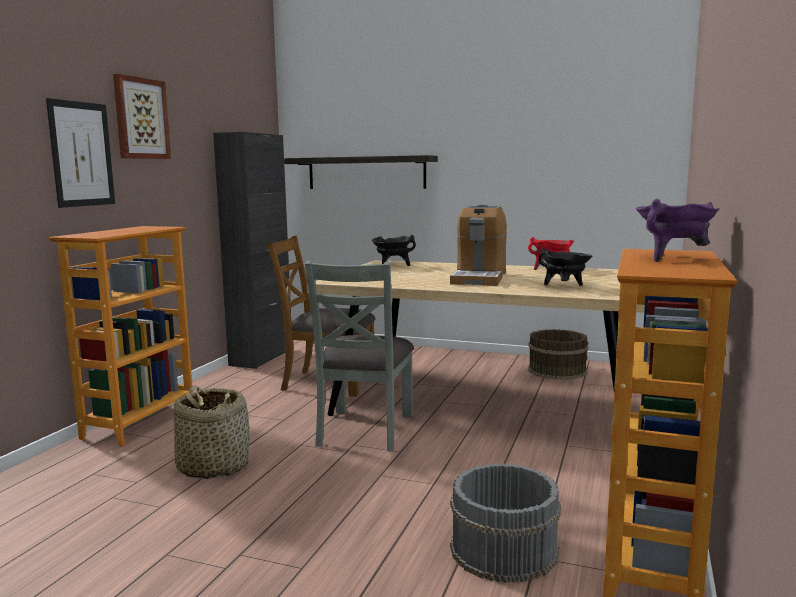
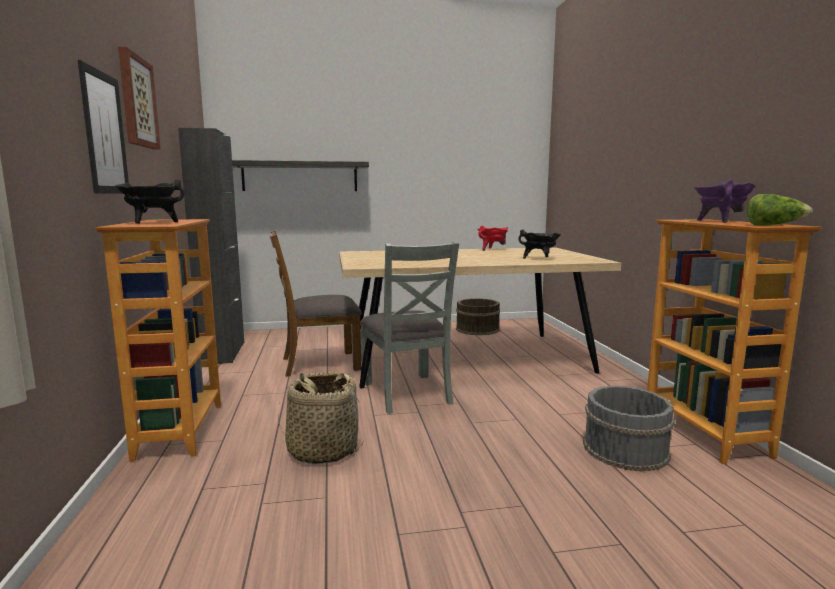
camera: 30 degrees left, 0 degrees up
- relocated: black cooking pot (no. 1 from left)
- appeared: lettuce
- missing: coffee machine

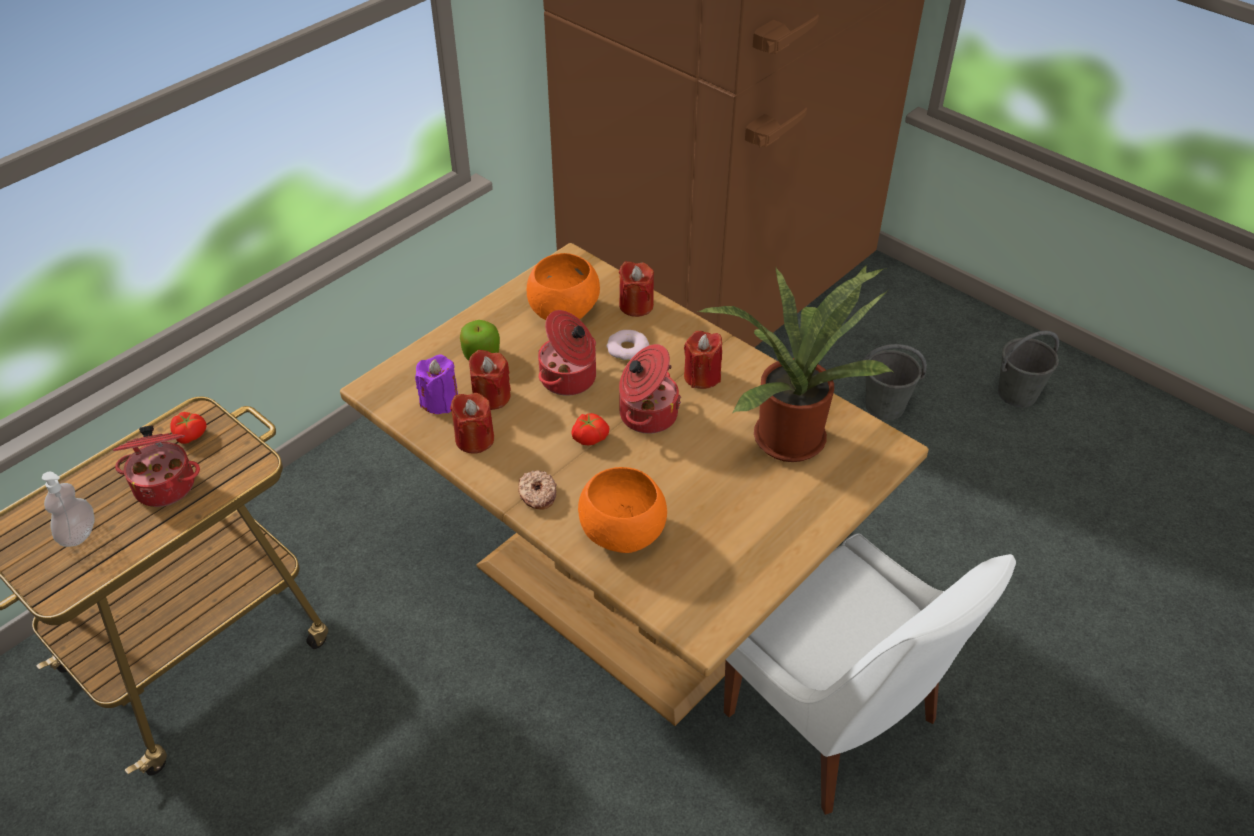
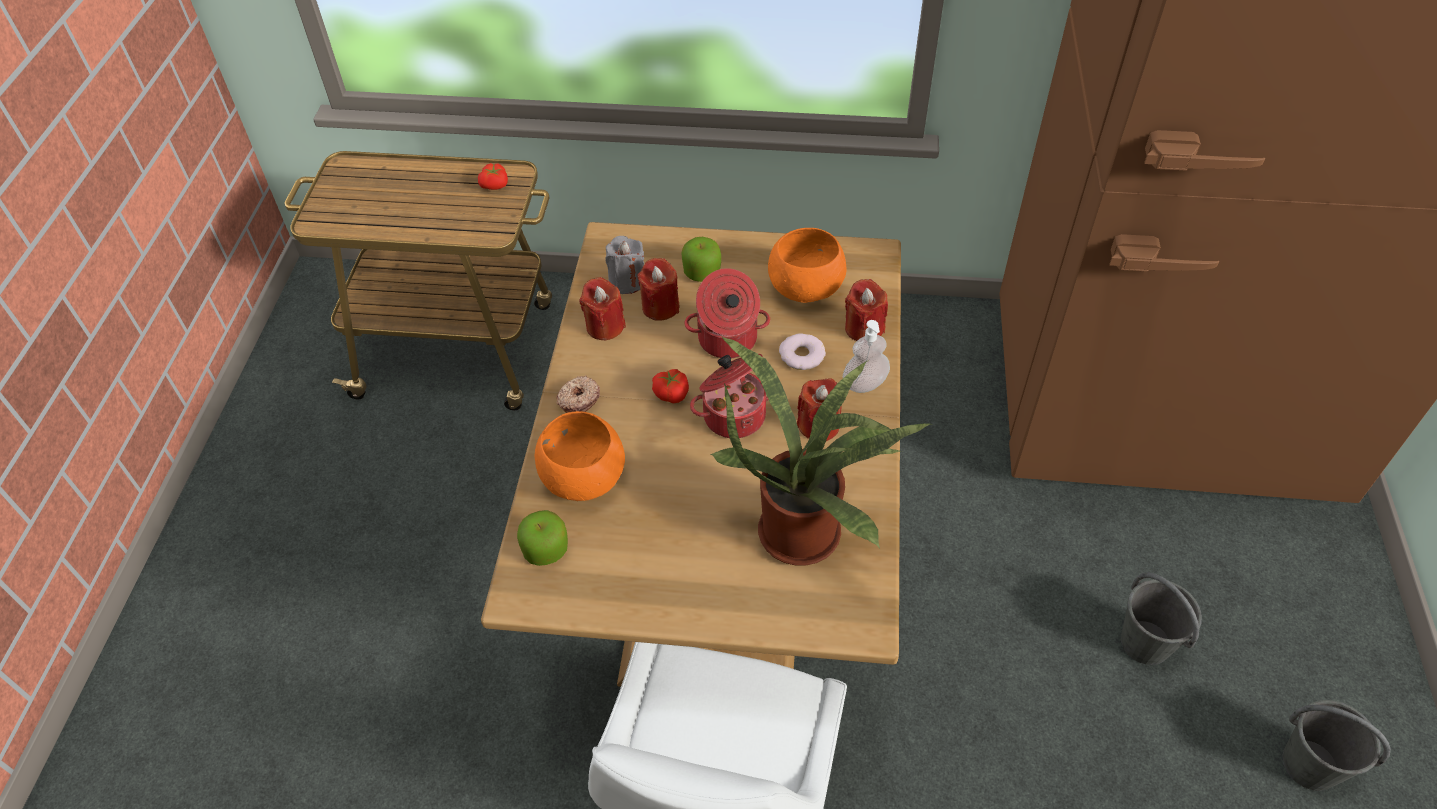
camera: 55 degrees right, 5 degrees up
- appeared: apple (no. 1 from left)
- colour: purple candle to grey candle
- relocated: soap dispenser
- missing: cooking pot (no. 1 from left)

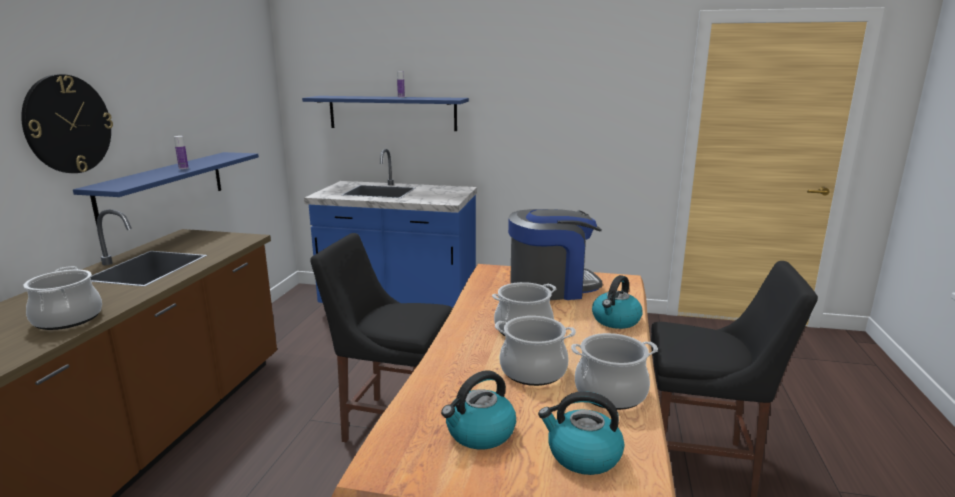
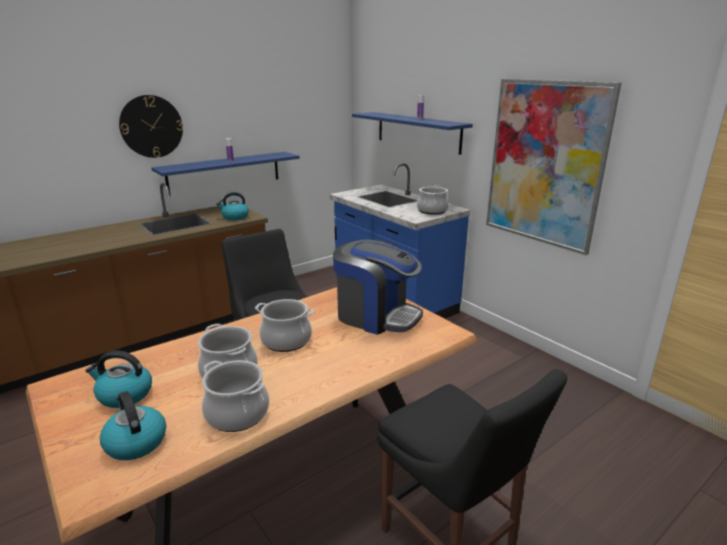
camera: 40 degrees right, 5 degrees up
- relocated: kettle (no. 3 from left)
- relocated: cooking pot (no. 1 from left in the first image) to cooking pot (no. 4 from left)
- appeared: picture

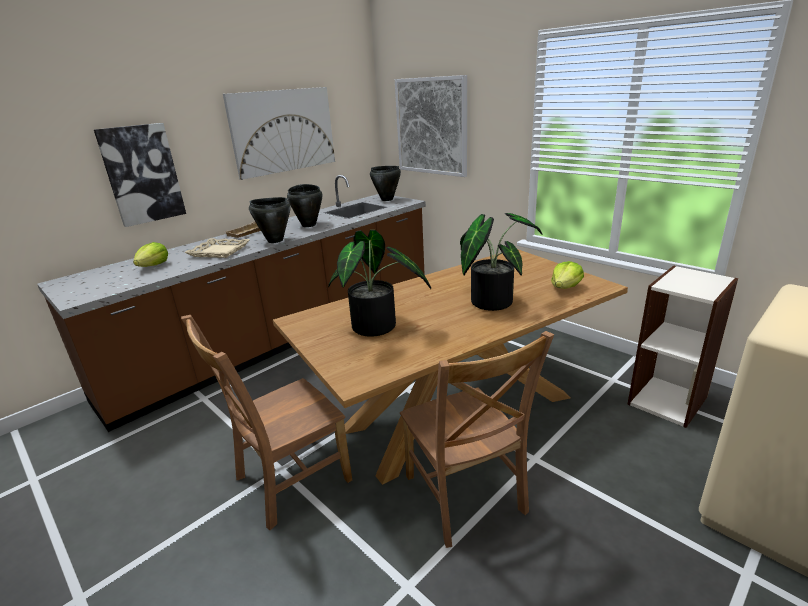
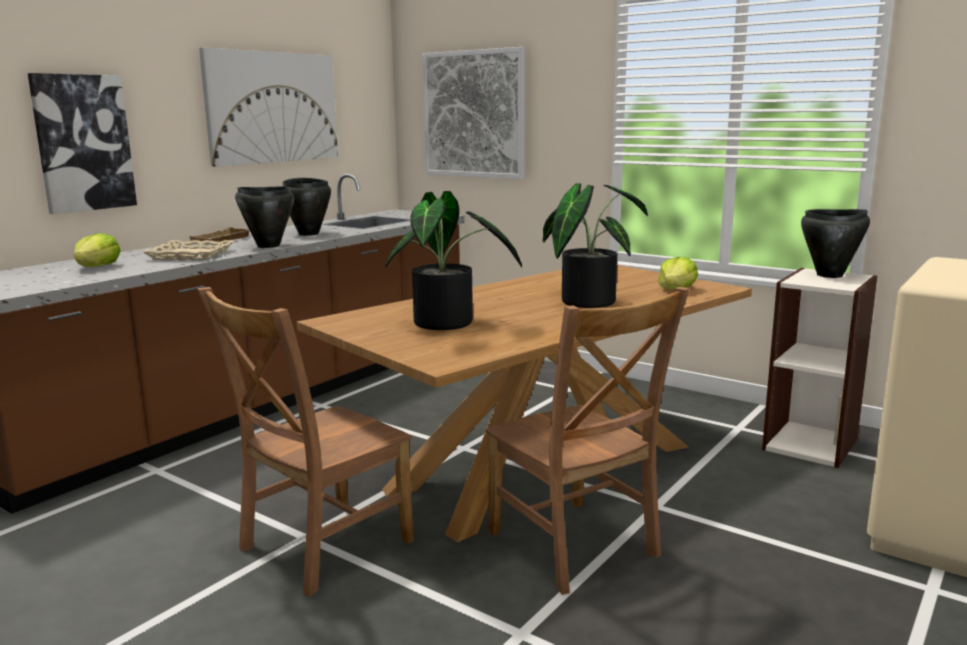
camera: 10 degrees left, 10 degrees down
- relocated: black cooking pot (no. 3 from left)

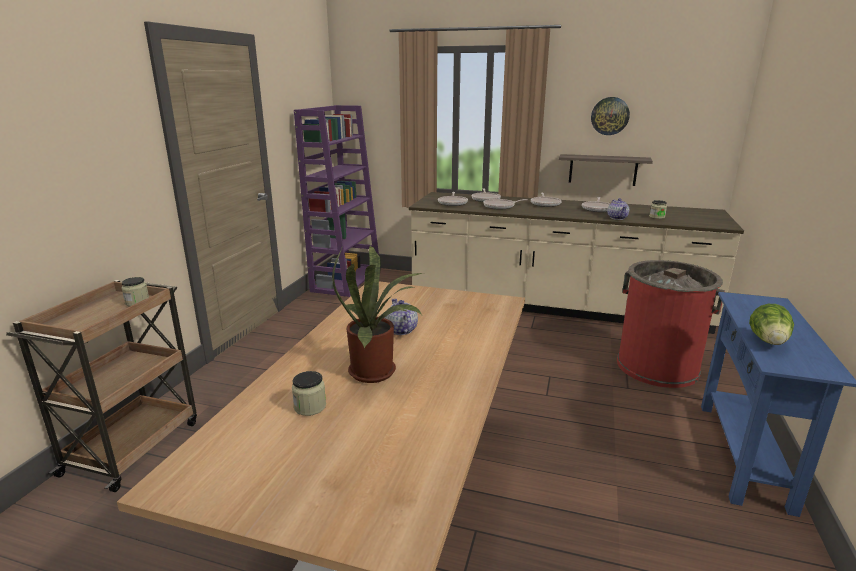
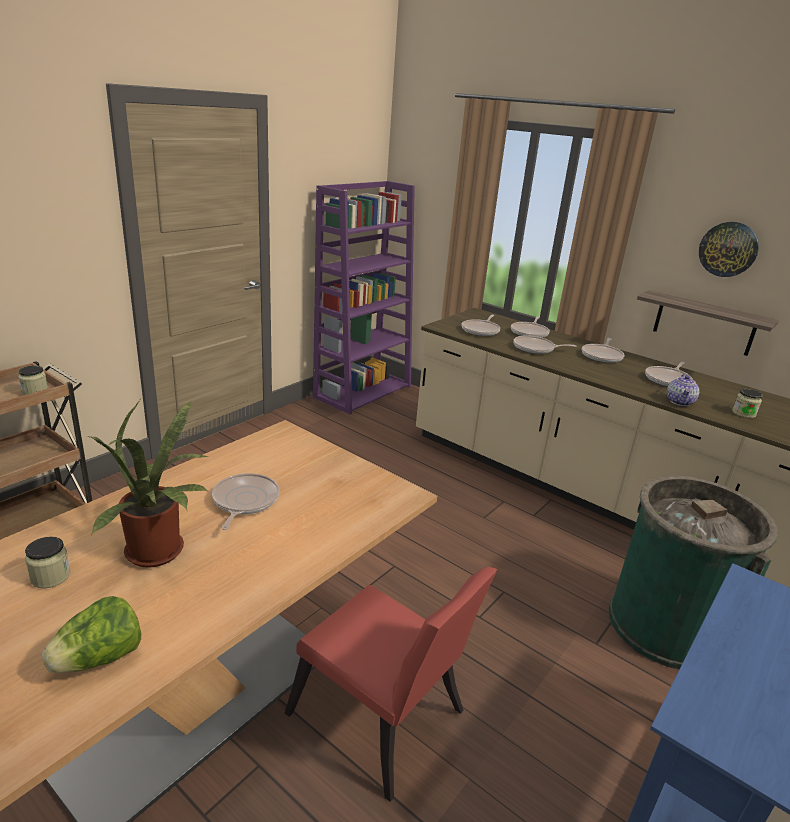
camera: 20 degrees right, 5 degrees up
- relocated: lettuce
- exchanged: teapot (no. 1 from left) to frying pan (no. 1 from left)
- appeared: red chair
- colour: red trash can to green trash can

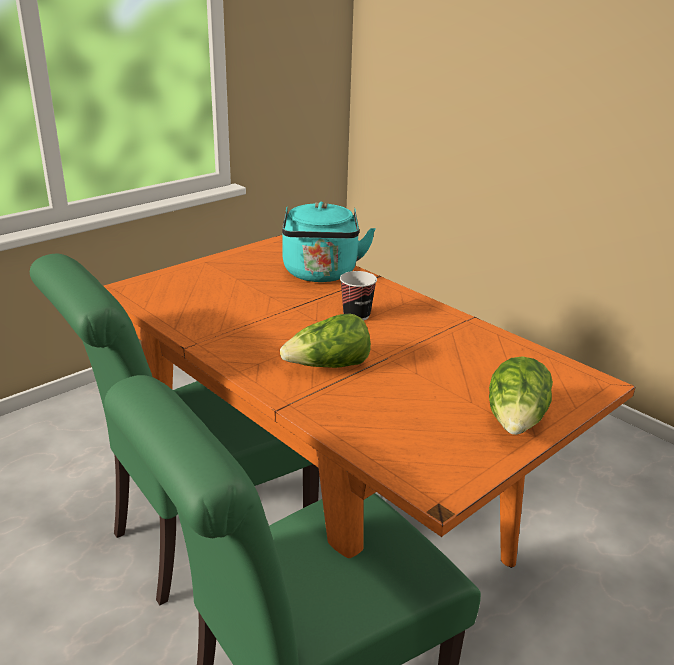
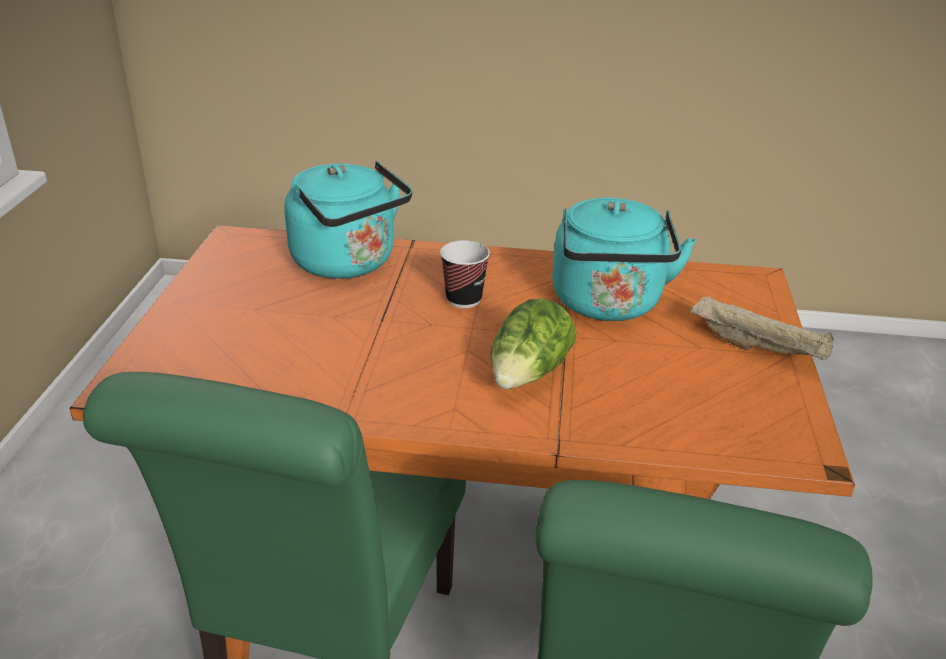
camera: 40 degrees left, 5 degrees up
- appeared: turquoise kettle (no. 2 from left)
- exchanged: lettuce (no. 2 from left) to beige tray

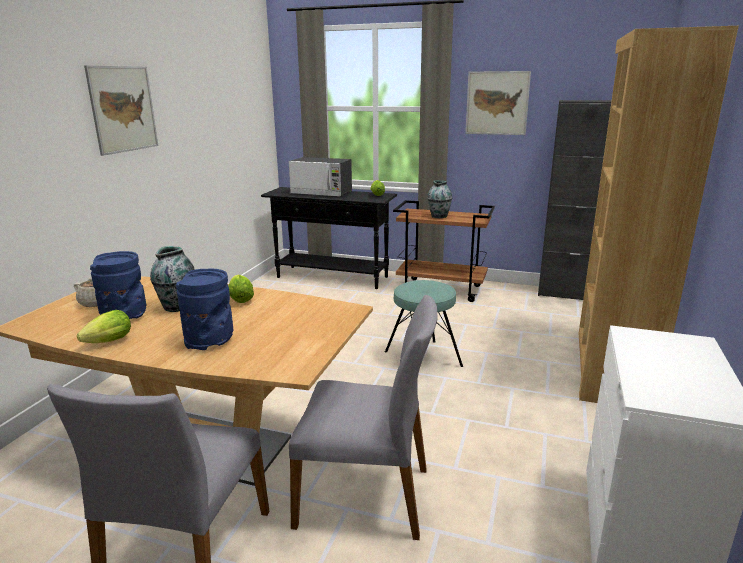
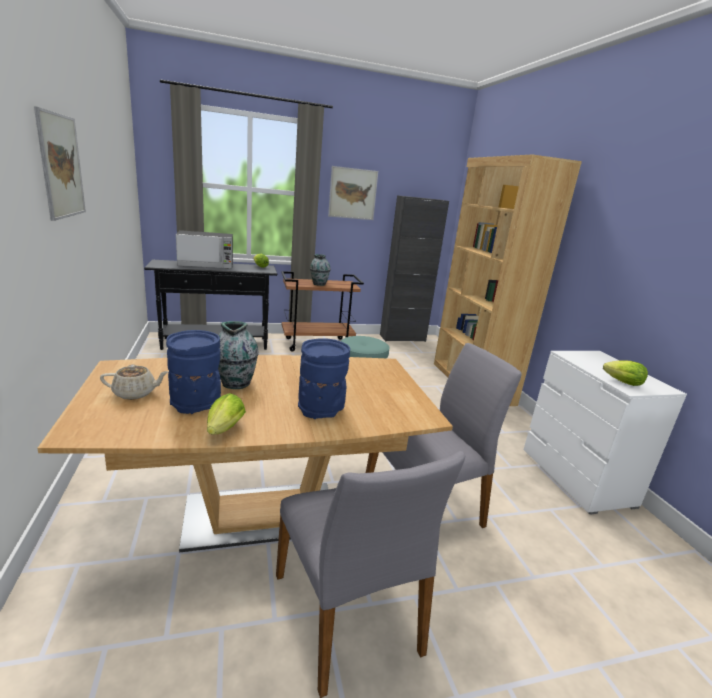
camera: 35 degrees left, 0 degrees up
- relocated: lettuce (no. 2 from left in the first image) to lettuce (no. 3 from left)

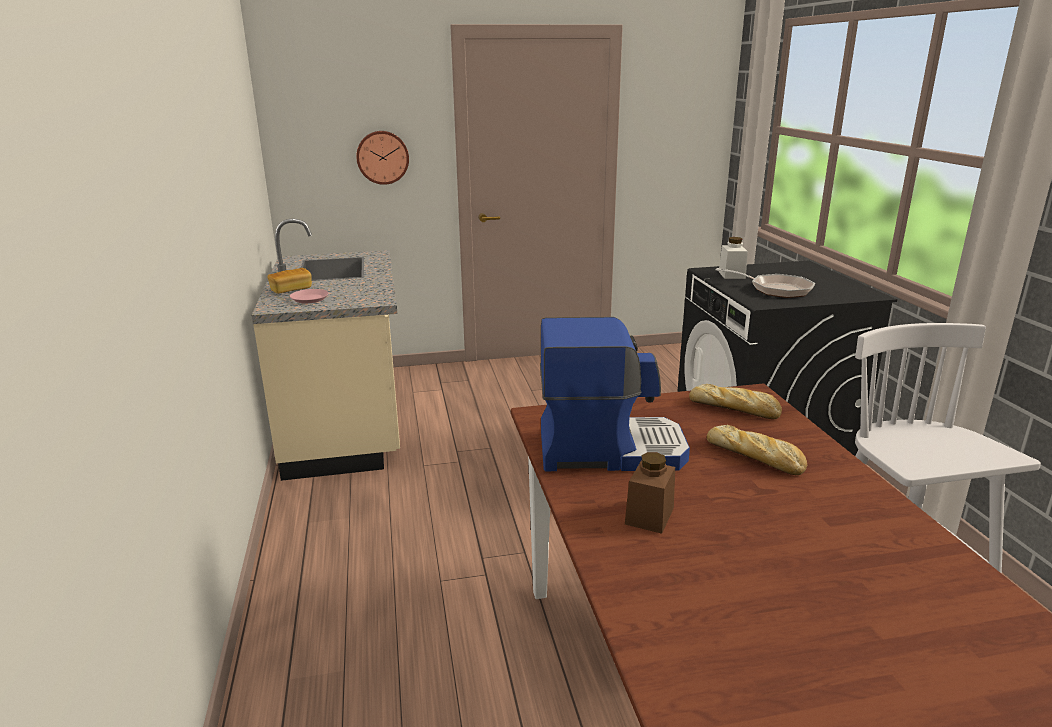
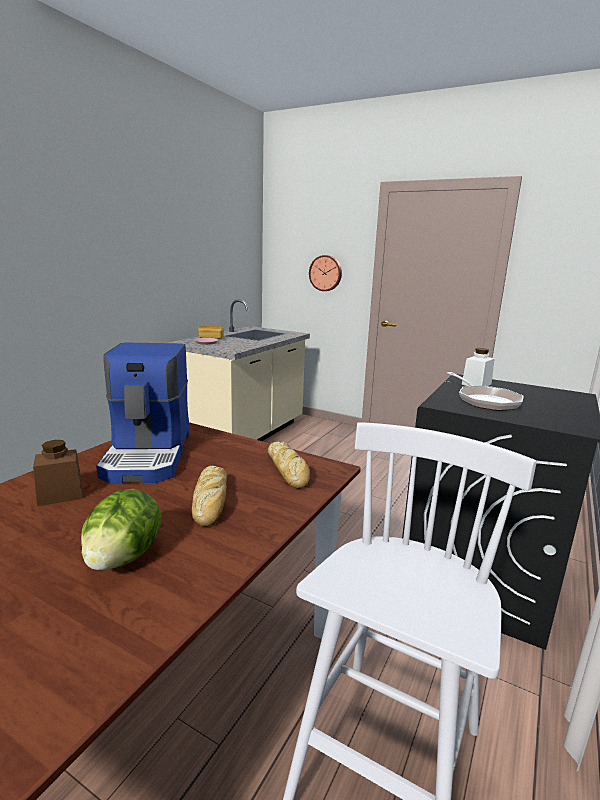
camera: 40 degrees right, 5 degrees down
- appeared: lettuce
- spun: coffee machine 45 degrees clockwise

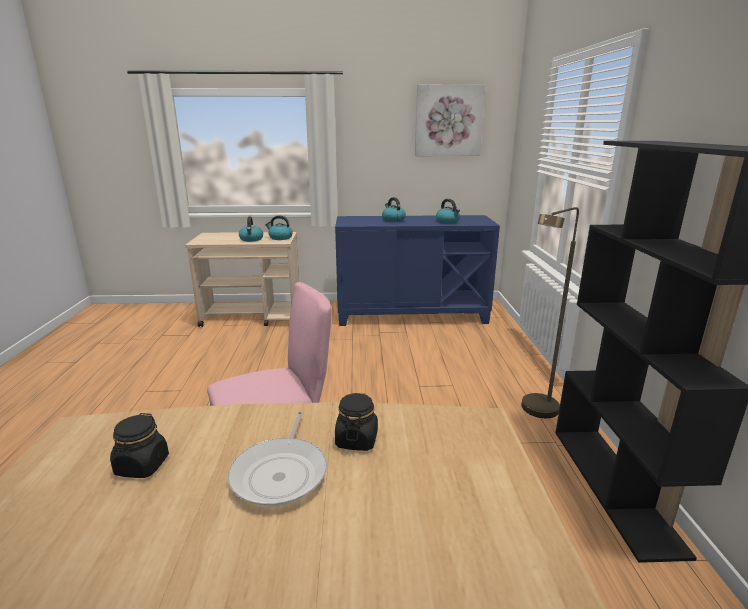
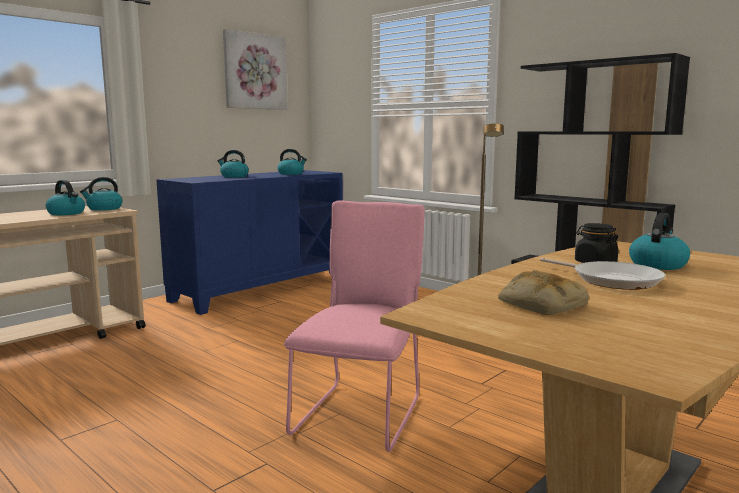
camera: 45 degrees left, 10 degrees down
- exchanged: black jar (no. 1 from left) to bread
- appeared: kettle (no. 5 from left)

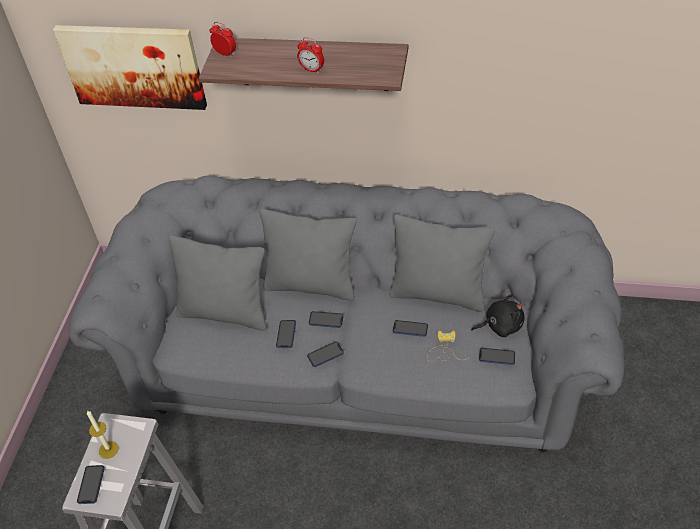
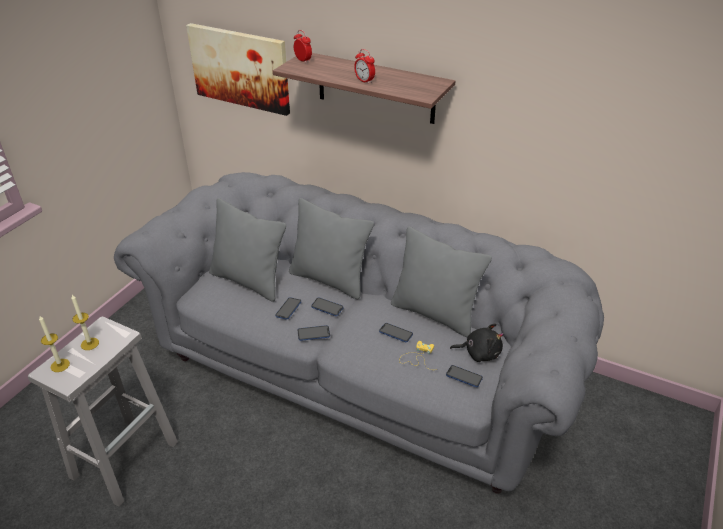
camera: 15 degrees right, 10 degrees down
- exchanged: phone (no. 1 from left) to candle (no. 1 from left)

